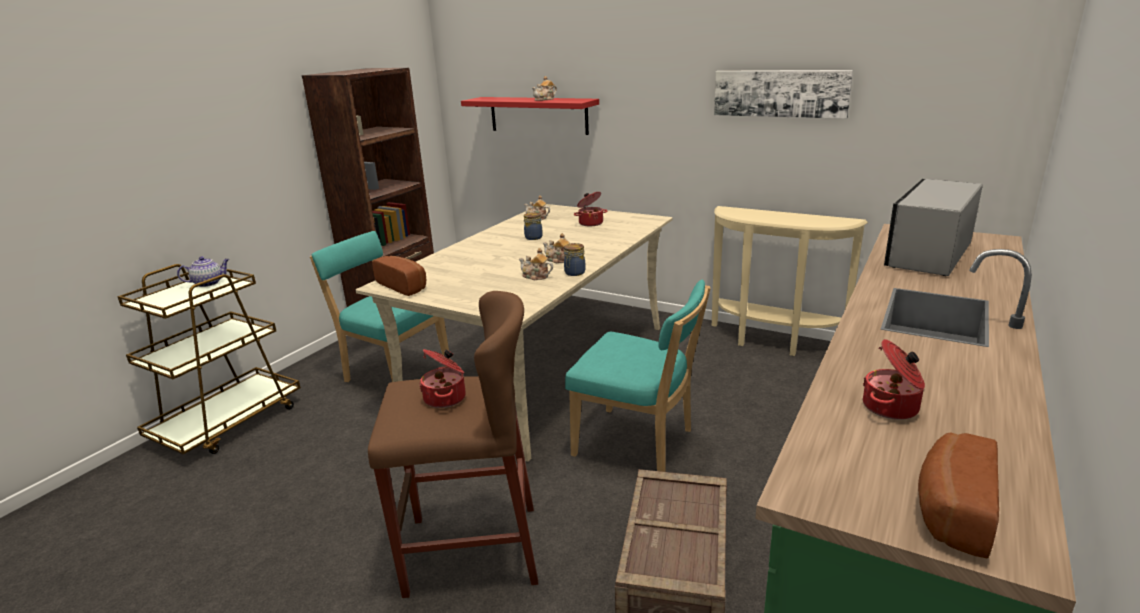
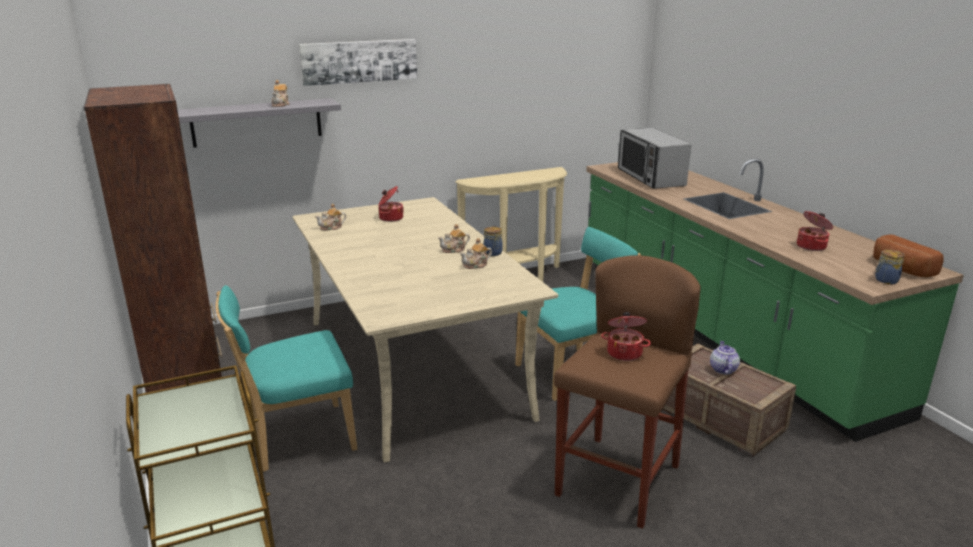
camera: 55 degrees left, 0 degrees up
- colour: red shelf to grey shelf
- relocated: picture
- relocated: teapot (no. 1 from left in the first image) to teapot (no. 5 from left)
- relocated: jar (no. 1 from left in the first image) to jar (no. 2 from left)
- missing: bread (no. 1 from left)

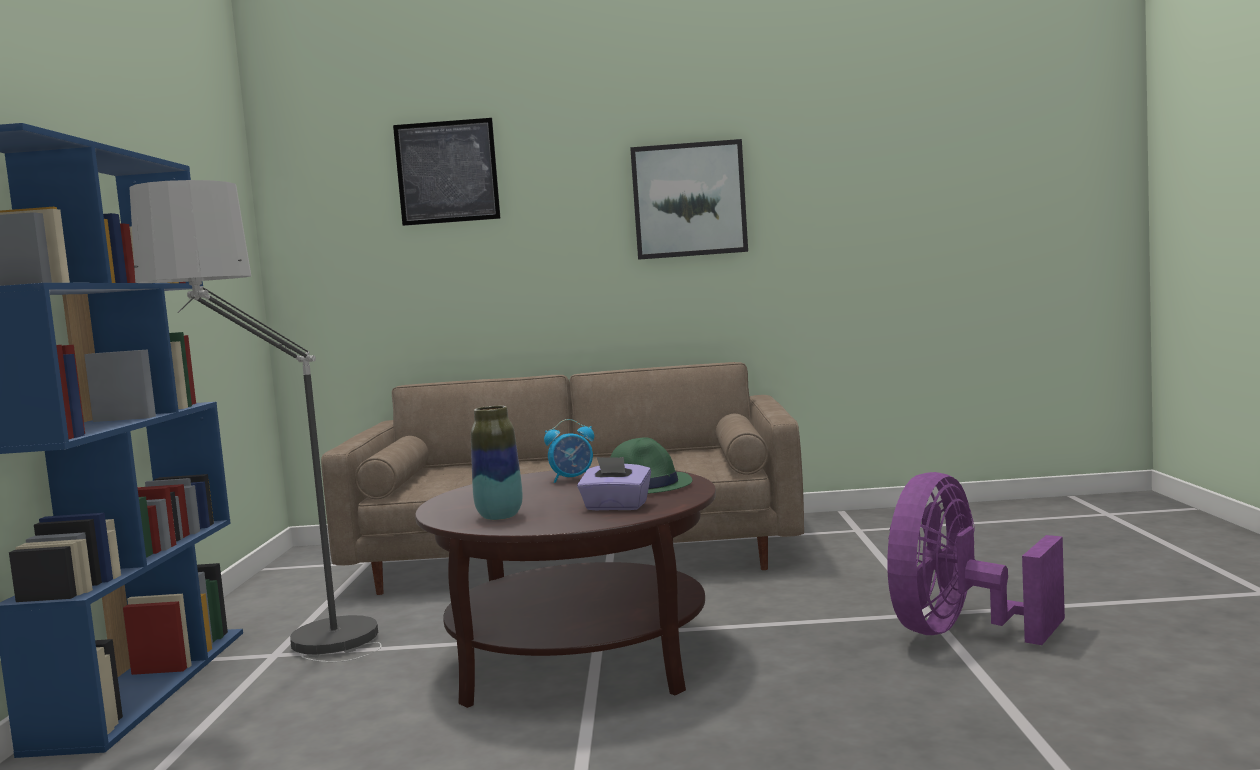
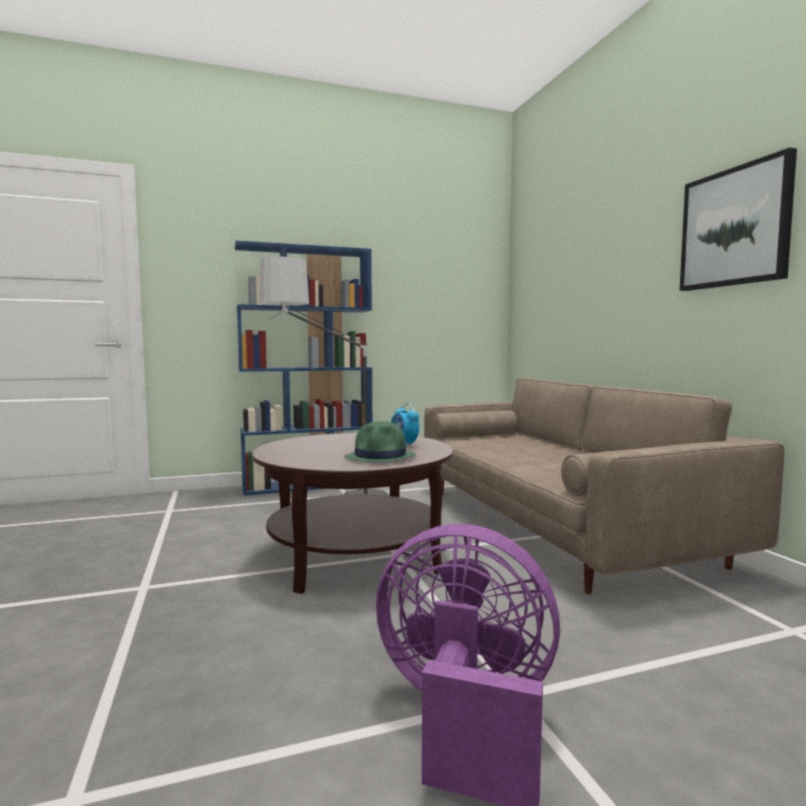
camera: 70 degrees right, 0 degrees up
- missing: picture (no. 1 from left)
- missing: vase
- missing: purple tissue box

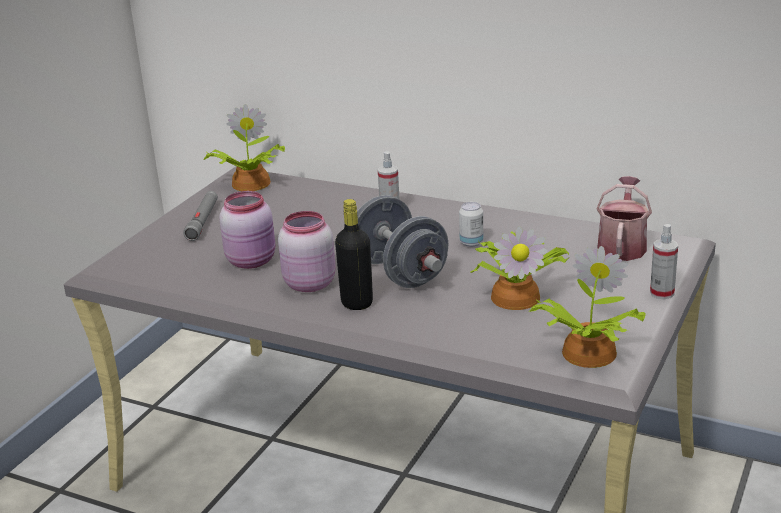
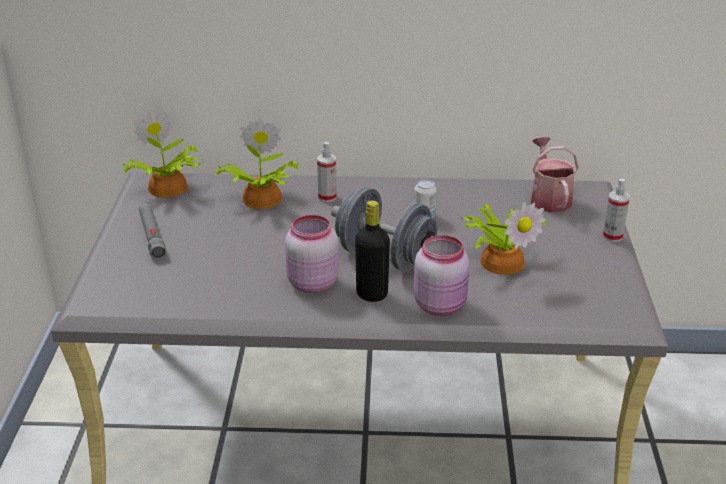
camera: 25 degrees left, 5 degrees up
- relocated: potted plant (no. 3 from left in the first image) to potted plant (no. 2 from left)
- relocated: pink jar (no. 1 from left in the first image) to pink jar (no. 2 from left)

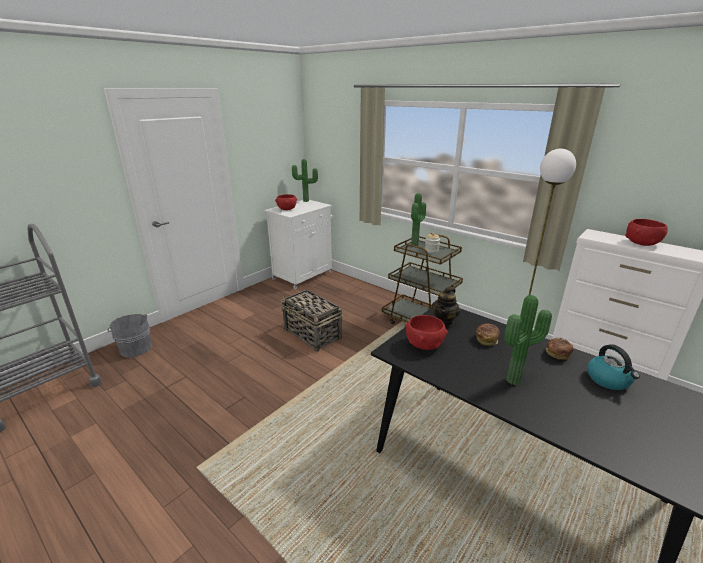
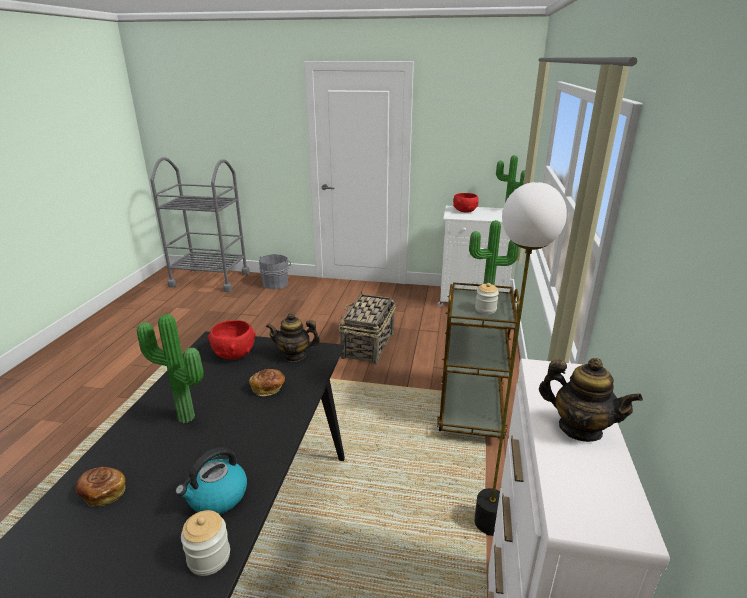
camera: 60 degrees right, 0 degrees up
- relocated: bread (no. 2 from left in the first image) to bread (no. 1 from left)
- appeared: jar (no. 1 from left)
- exchanged: red bowl (no. 3 from left) to teapot (no. 2 from left)

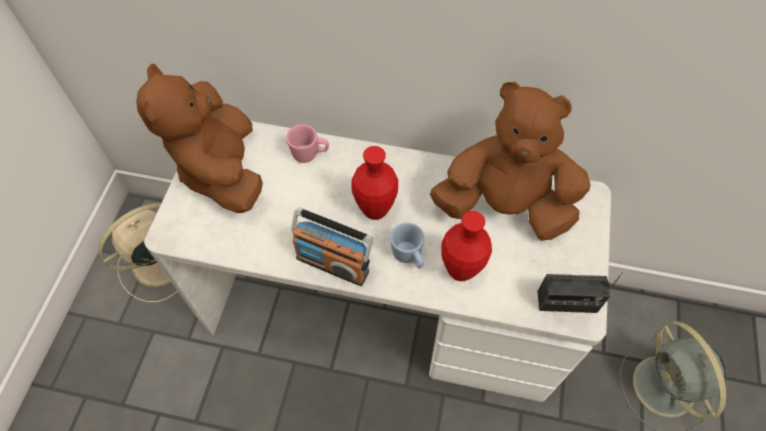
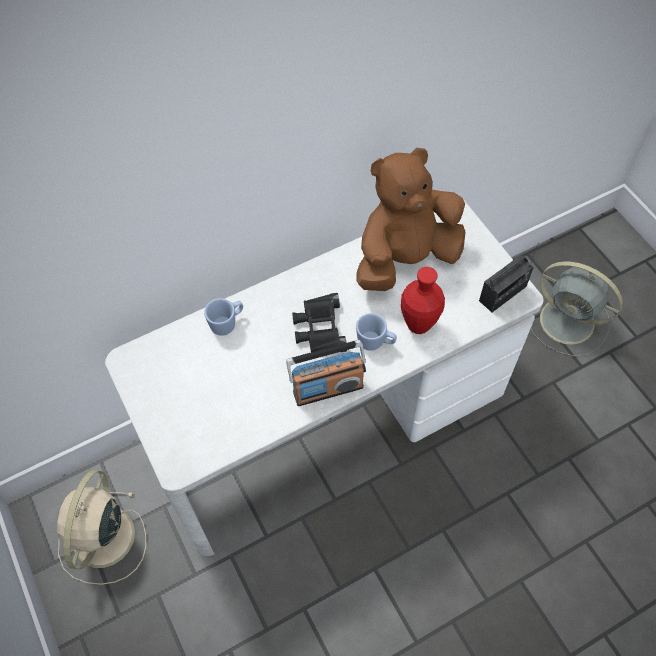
camera: 40 degrees left, 0 degrees up
- colour: pink mug to blue mug (no. 1 from left)
- exchanged: red vase (no. 1 from left) to black binoculars
- missing: brown plush toy (no. 1 from left)

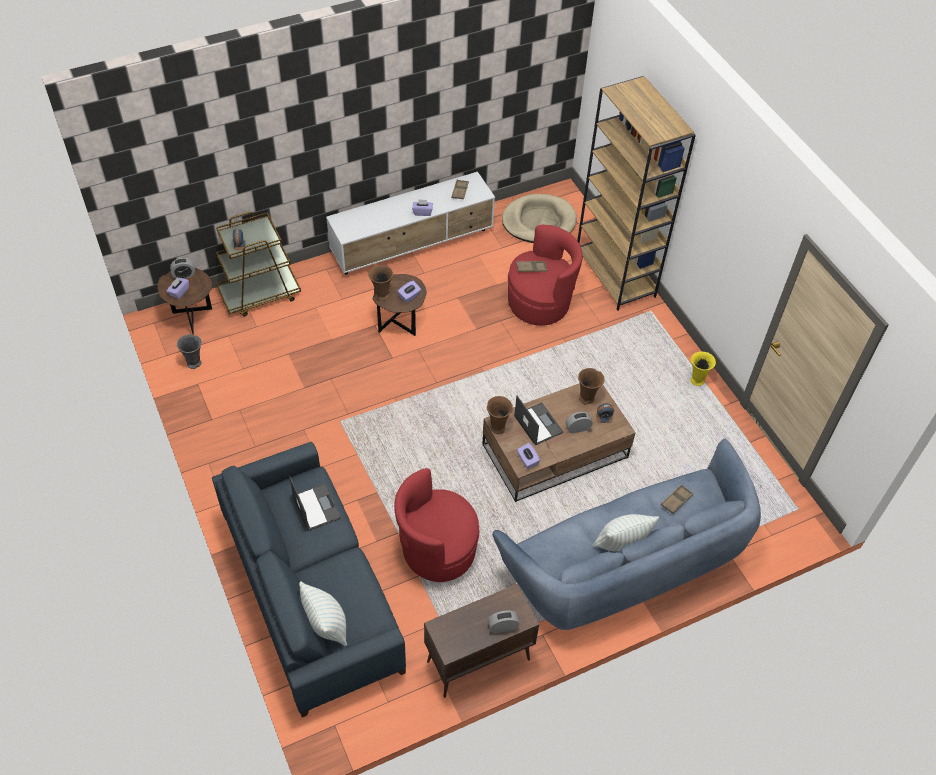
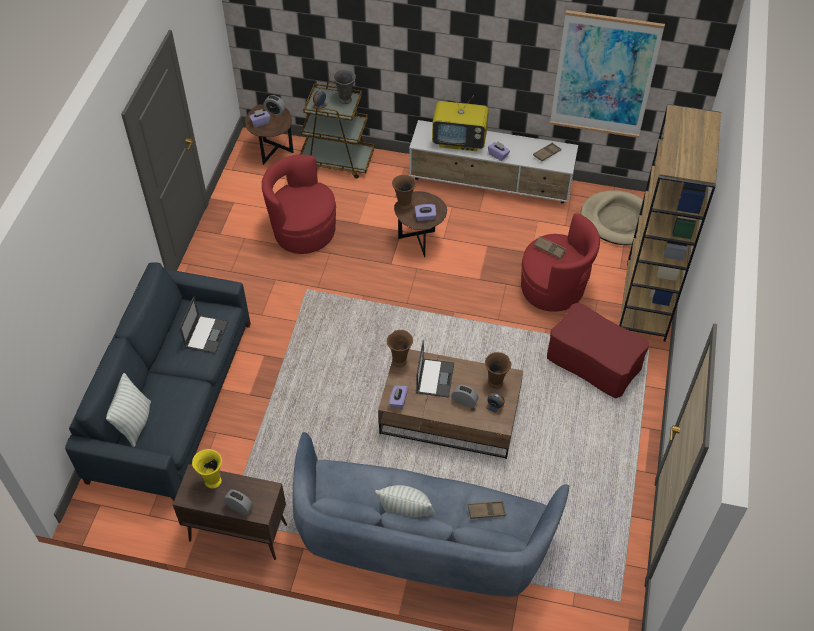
camera: 40 degrees right, 0 degrees up
- relocated: yellow vase
- relocated: red armchair (no. 1 from left)
- relocated: grey vase
- appeared: television
- appeared: red ottoman
- appeared: picture

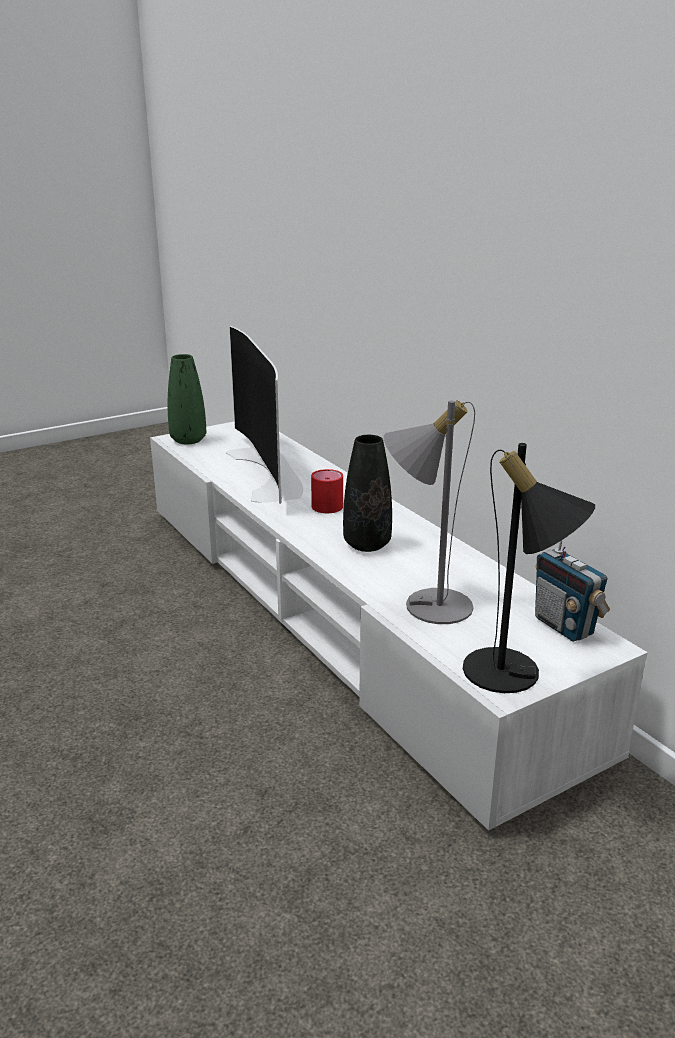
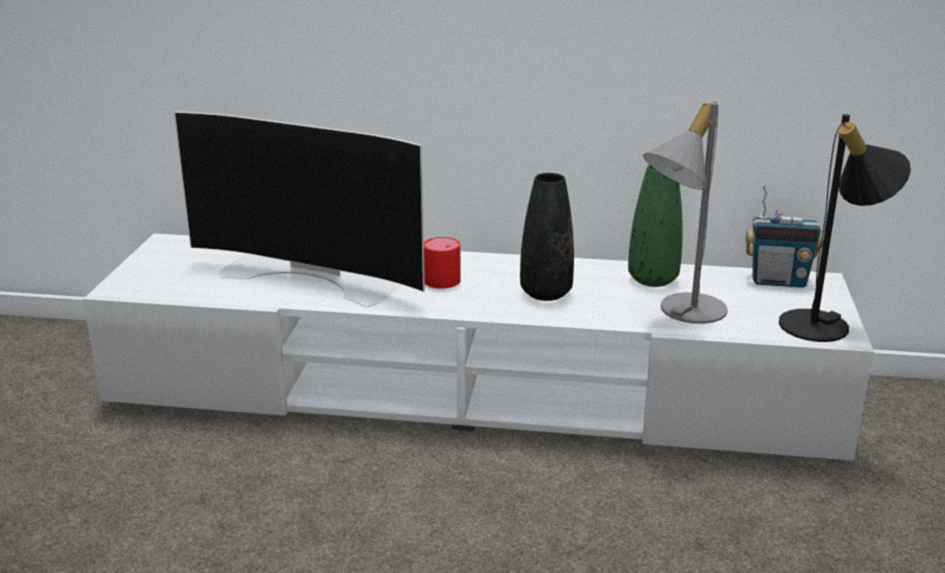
camera: 50 degrees left, 0 degrees up
- relocated: green vase

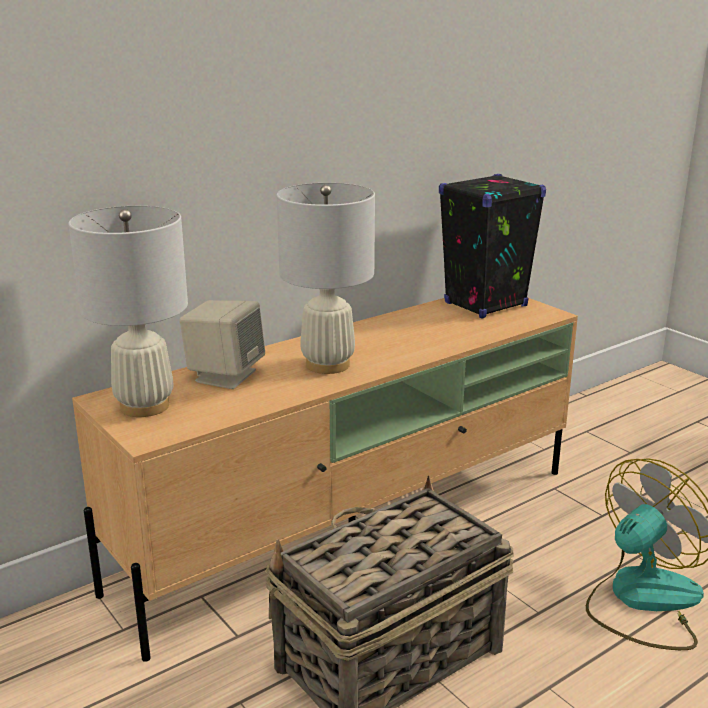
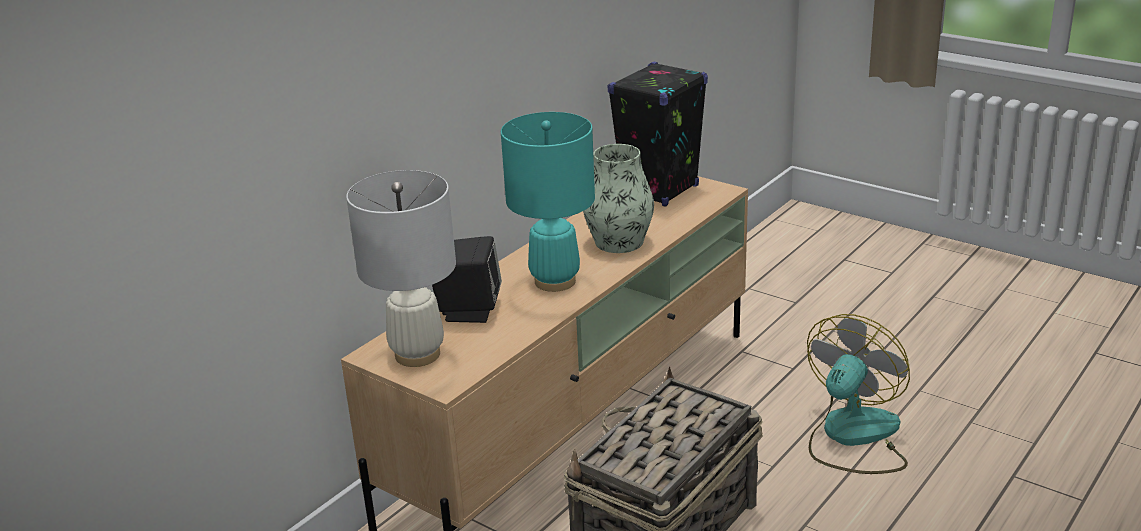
camera: 15 degrees left, 5 degrees up
- colour: beige speaker to black speaker (no. 1 from left)
- colour: white table lamp (no. 2 from left) to turquoise table lamp
- appeared: vase

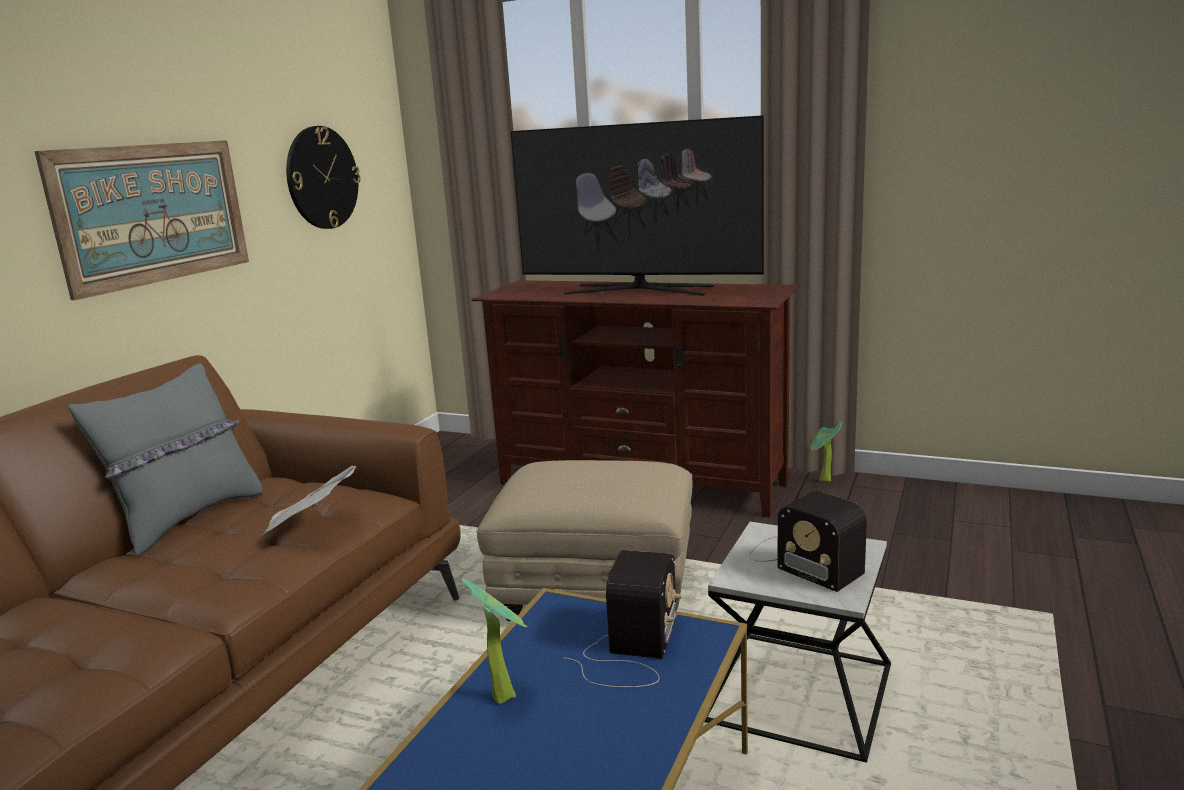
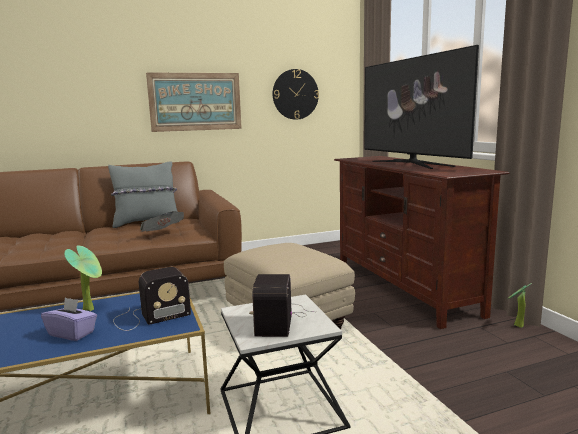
camera: 45 degrees right, 5 degrees down
- appeared: purple tissue box

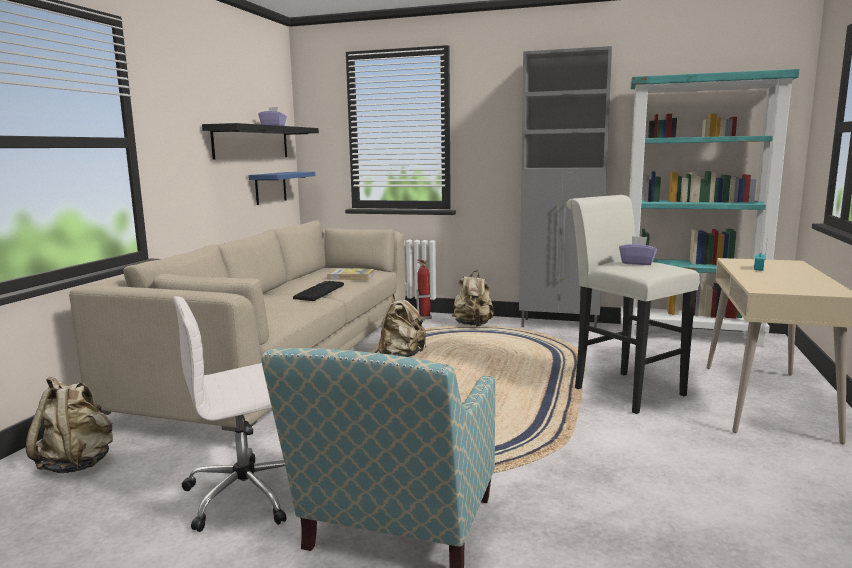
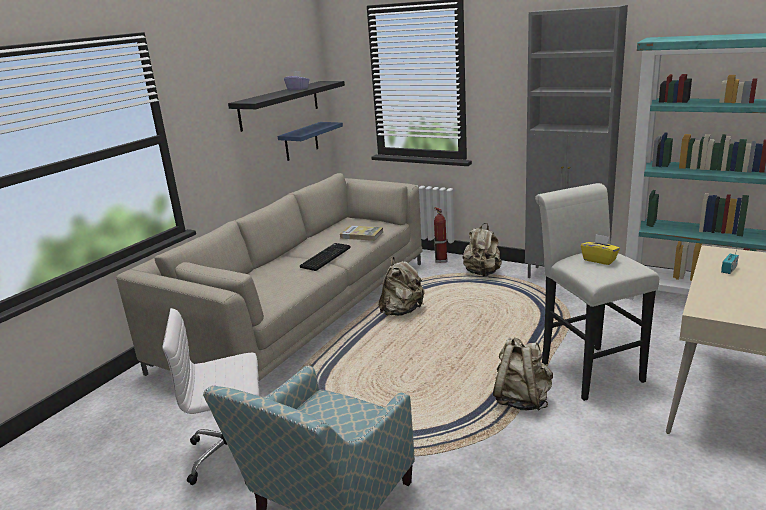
camera: 15 degrees right, 10 degrees up
- relocated: beige backpack (no. 1 from left in the first image) to beige backpack (no. 3 from left)
- colour: purple tissue box (no. 2 from left) to yellow tissue box

